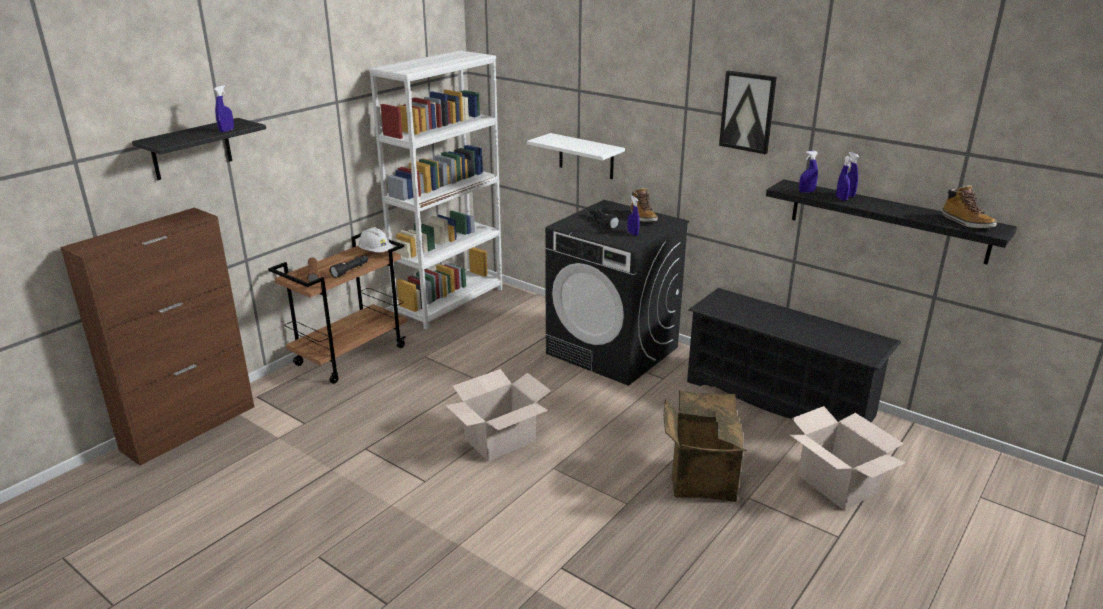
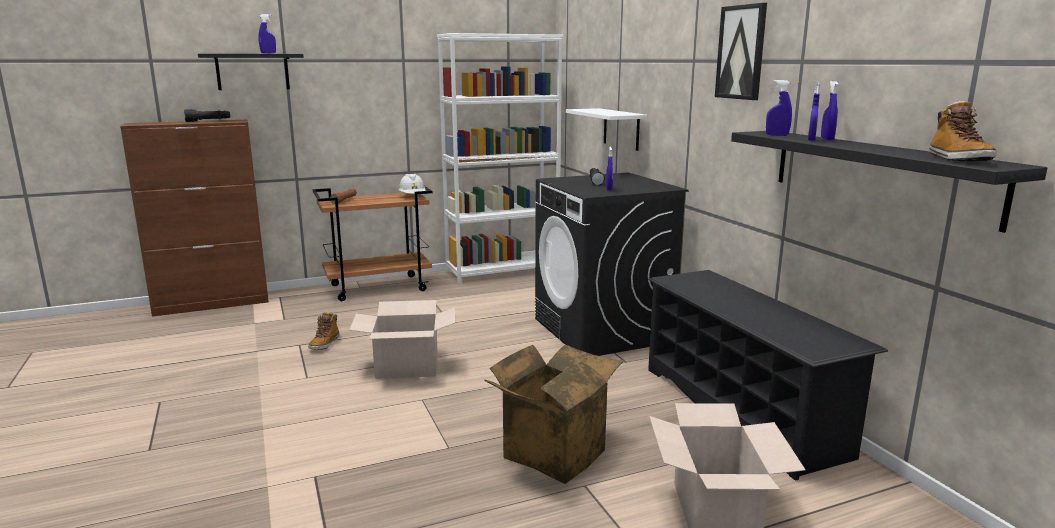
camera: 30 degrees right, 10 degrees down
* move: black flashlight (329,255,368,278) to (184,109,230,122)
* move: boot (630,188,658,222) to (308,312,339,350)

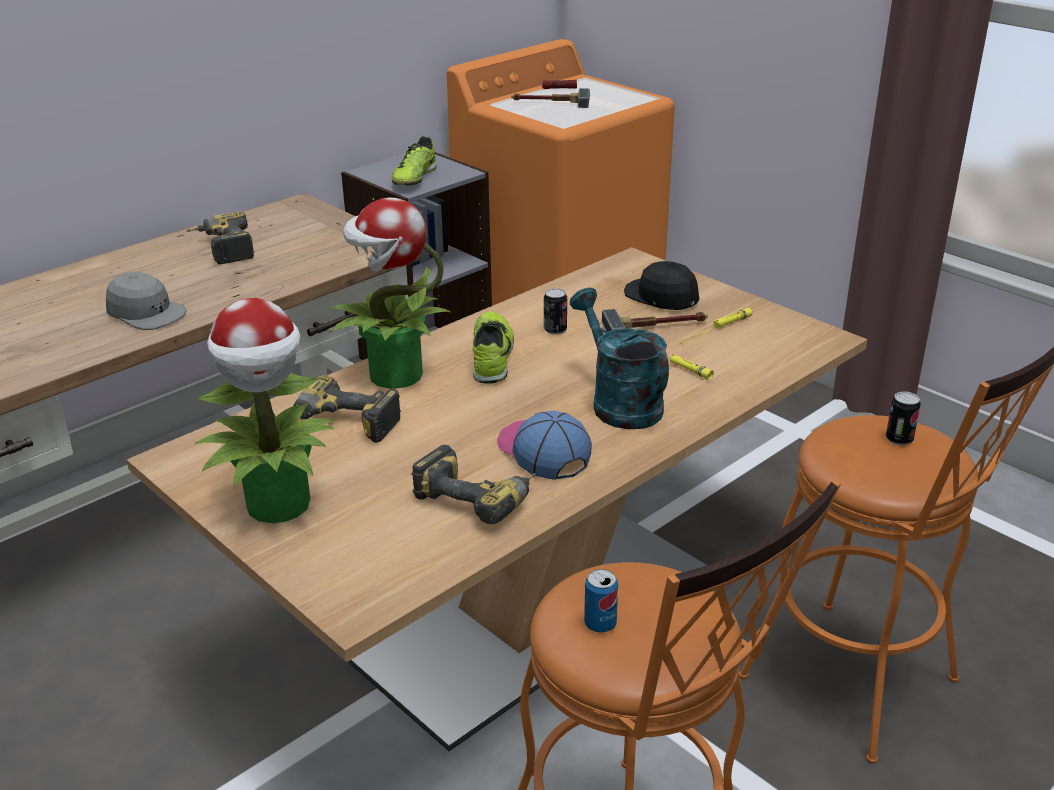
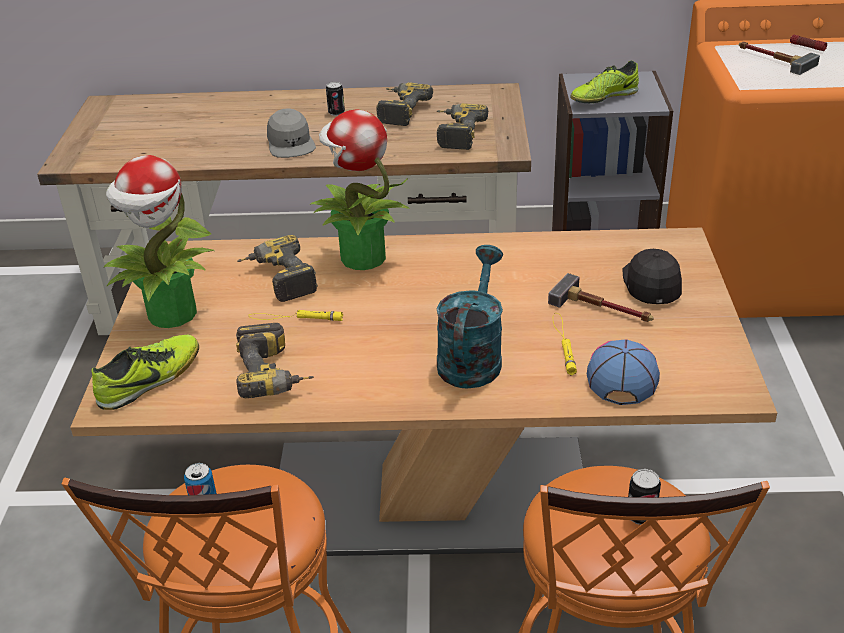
camera: 45 degrees right, 5 degrees up
* move: shoe (473,311,514,383) to (92,334,199,410)
* move: yellow flashlight (679,308,753,344) to (248,310,343,321)
* move: can (544,288,567,335) to (326,82,345,116)
* insert: power drill (437,103,488,150)
* move: cap (497,411,592,480) to (587,339,660,405)

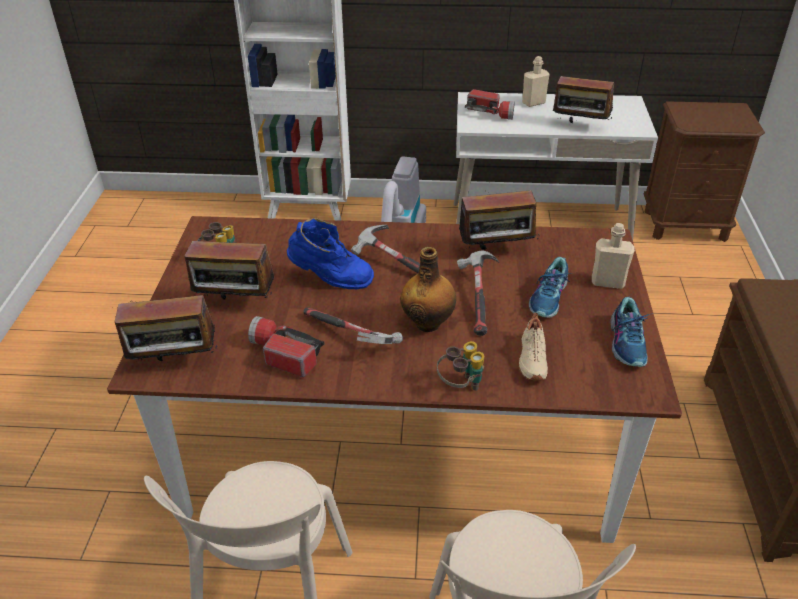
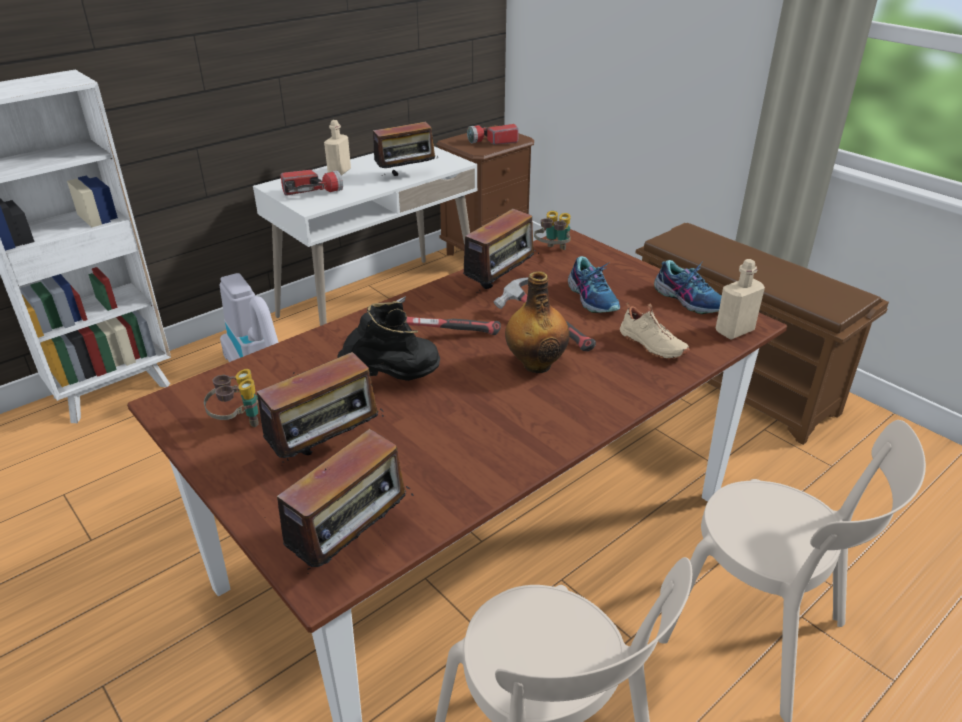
camera: 45 degrees left, 5 degrees down
* recolor: blue boot (287,218,374,289) to black boot (337,301,440,381)
* move: flashlight (248,316,325,377) to (467,124,519,145)
* move: binoculars (437,341,484,391) to (534,211,571,250)
* move: beige bottle (592,223,635,289) to (716,259,765,340)
* delete: hammer (303,307,403,344)

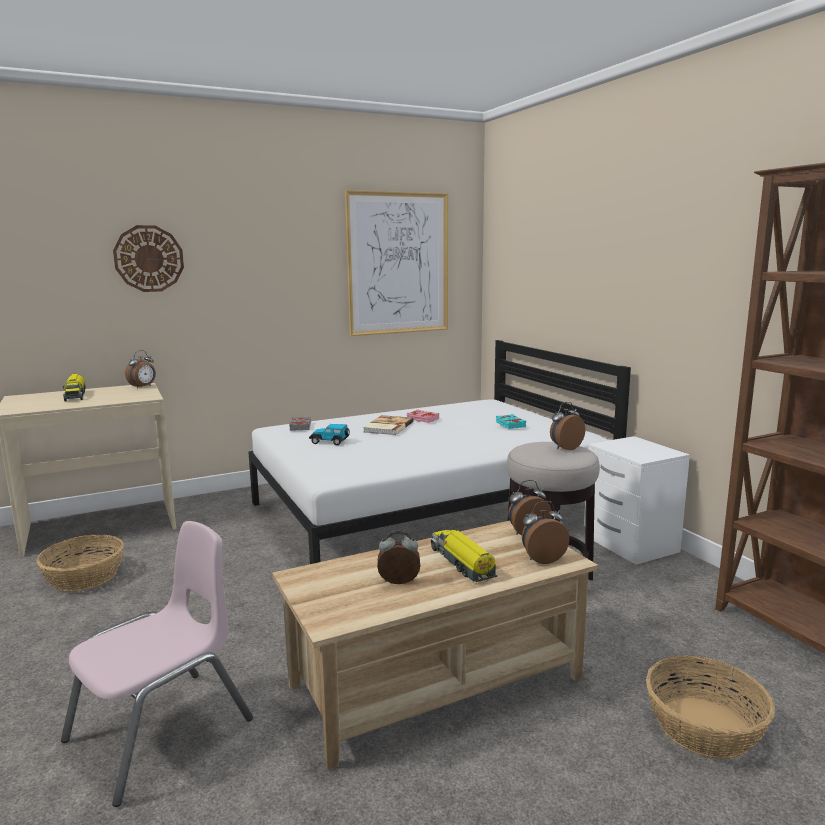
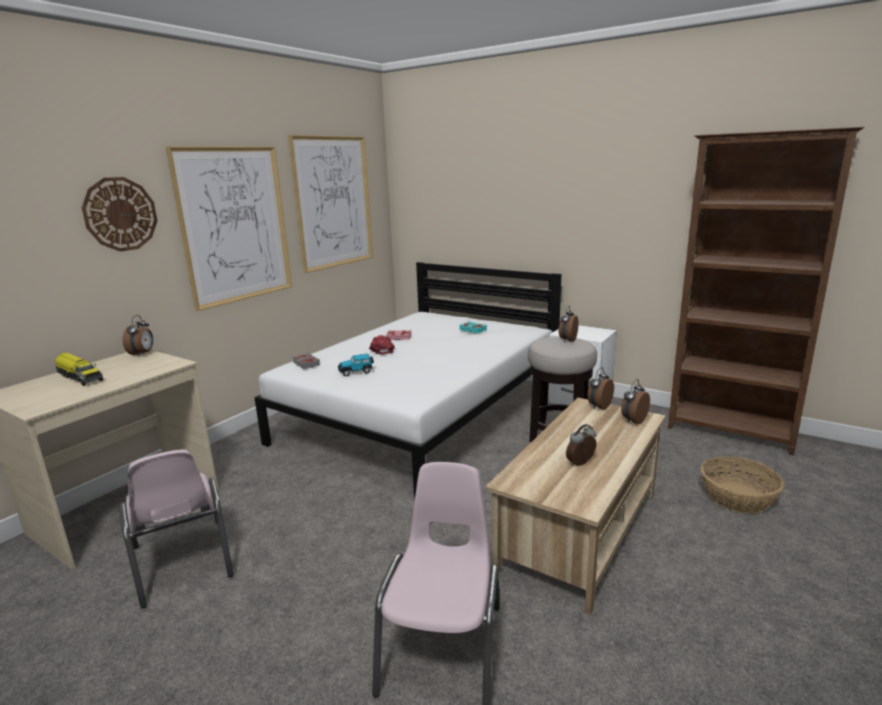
camera: 30 degrees left, 5 degrees up
* replace: basket (36,535,124,591) to pink chair (119,450,234,609)
* insert: picture (166,146,292,311)
* replace: book (363,415,414,435) to red cap (369,335,395,355)
* delete: toy truck (431,530,497,582)

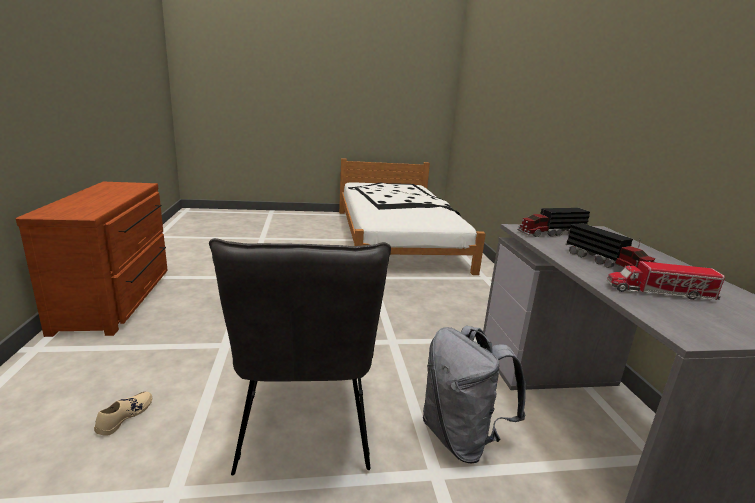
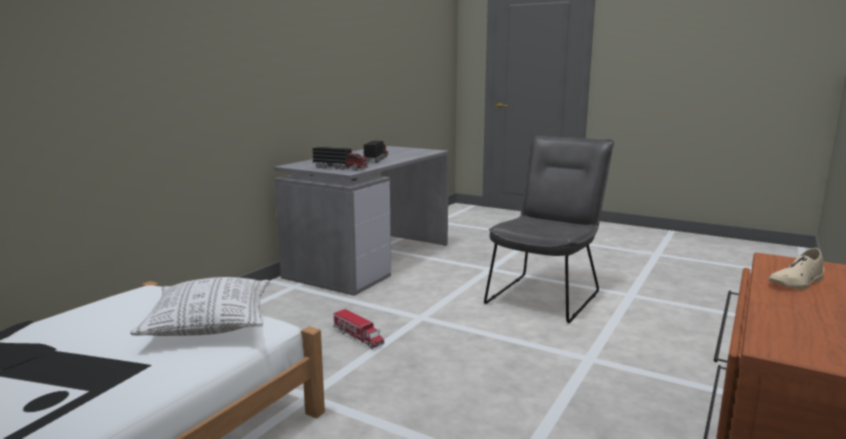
camera: 140 degrees left, 5 degrees down
* insert: pillow (130,277,270,336)
* move: toy truck (607,260,725,300) to (333,309,384,349)
* move: beige shoe (94,392,152,436) to (768,248,824,289)
* delete: grey backpack (423,326,526,463)

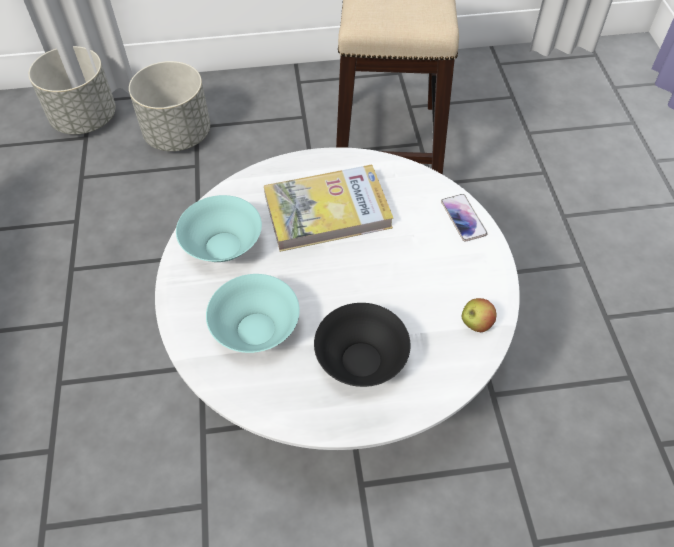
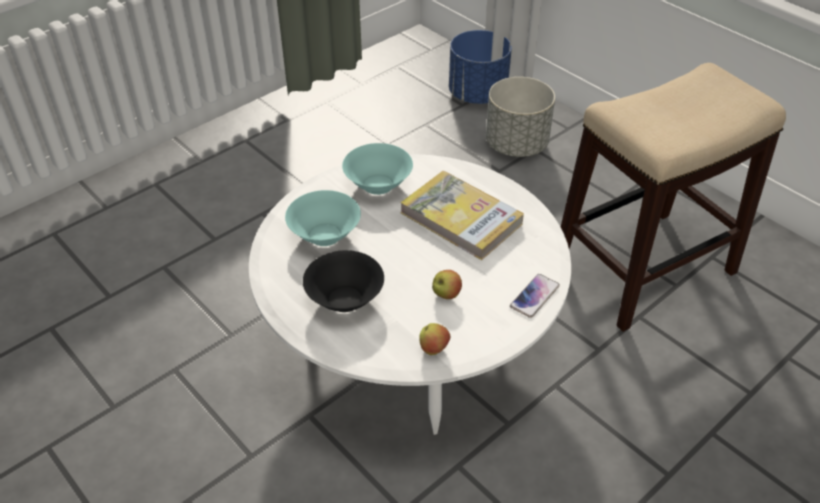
camera: 55 degrees right, 10 degrees down
* insert: apple (432,270,462,299)
* recolor: grey planter (29,46,116,135) to blue planter (449,30,512,104)

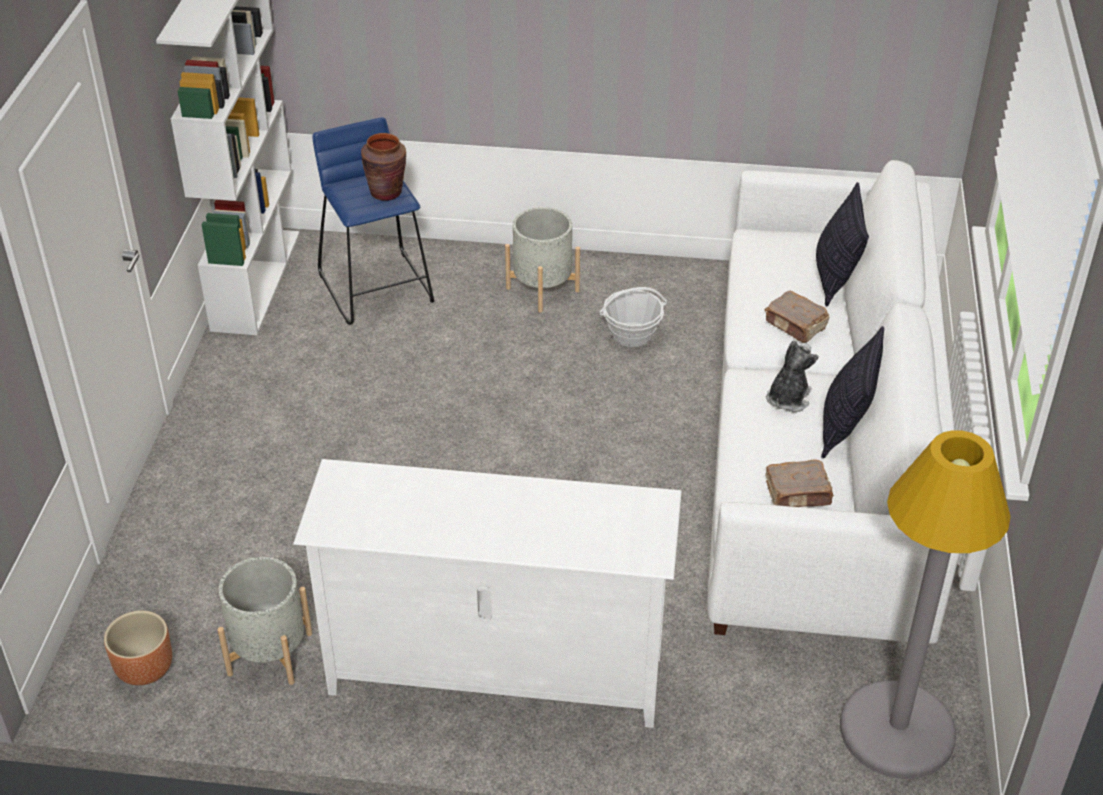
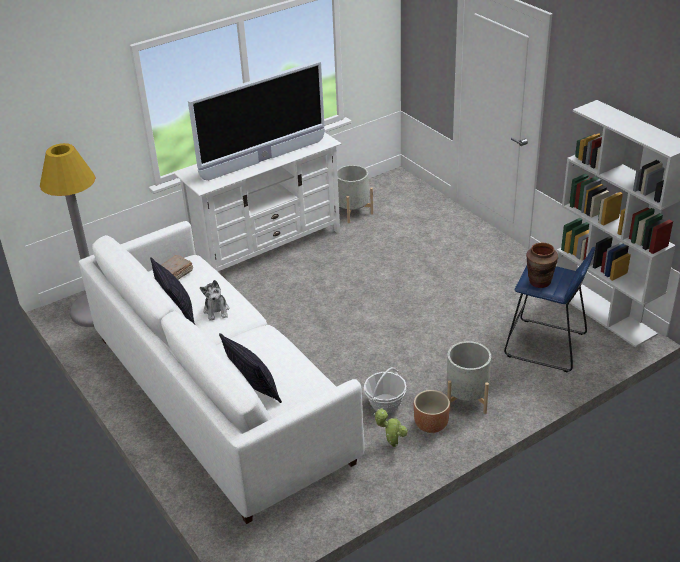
camera: 140 degrees right, 5 degrees down
* insert: television (188,60,325,180)
* insert: potted plant (374,408,408,447)
* move: brown planter (104,610,172,685) to (414,390,450,433)
* delete: brown book (765,291,829,343)

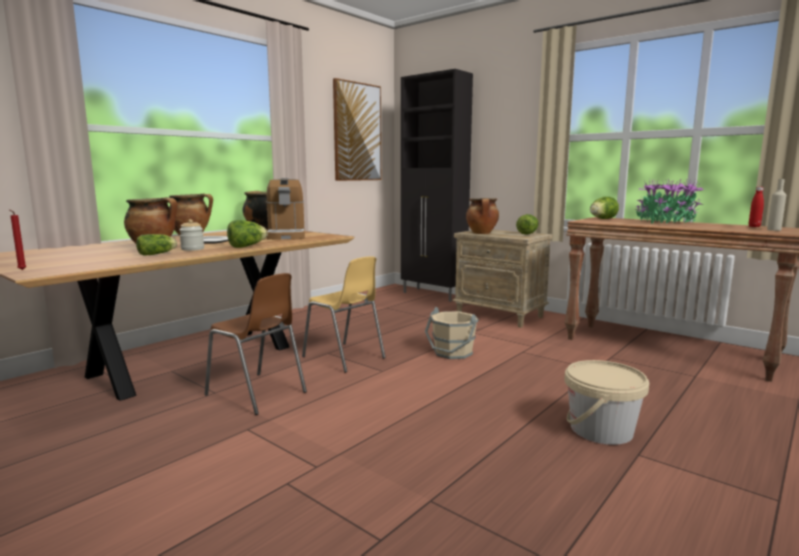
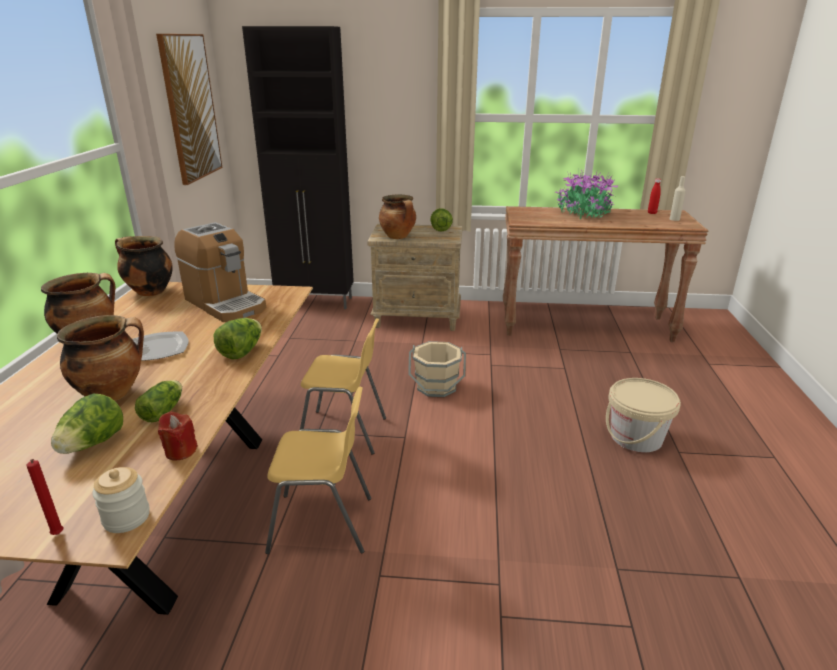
camera: 35 degrees left, 15 degrees up
* move: lettuce (590,197,619,219) to (51,394,123,454)
* move: jar (179,219,204,251) to (92,467,150,533)
* insert: red candle (158,411,198,461)
* recolor: brown chair (205,273,307,415) to yellow chair (265,387,371,554)

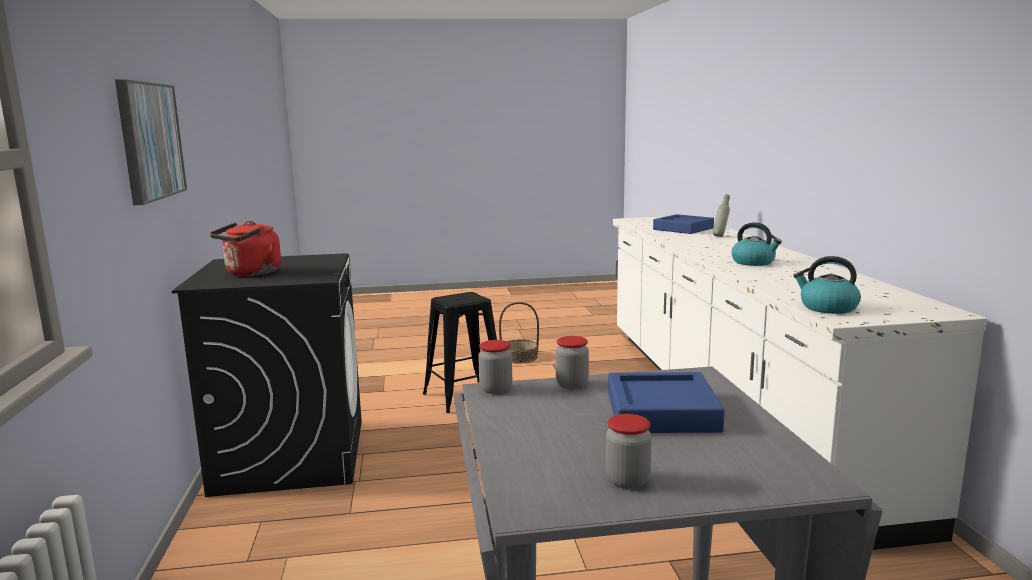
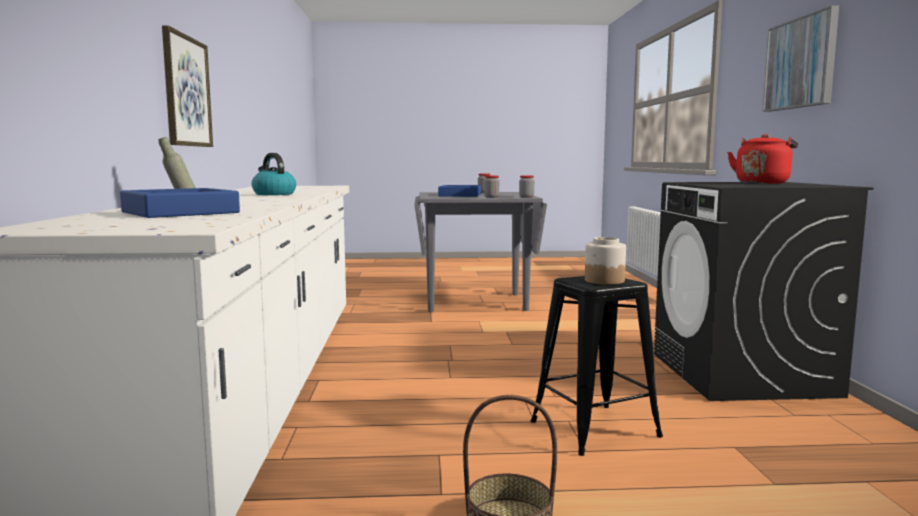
camera: 175 degrees left, 5 degrees down
* insert: picture (162,25,213,147)
* insert: jar (585,237,626,285)
* delete: kettle (793,256,861,314)

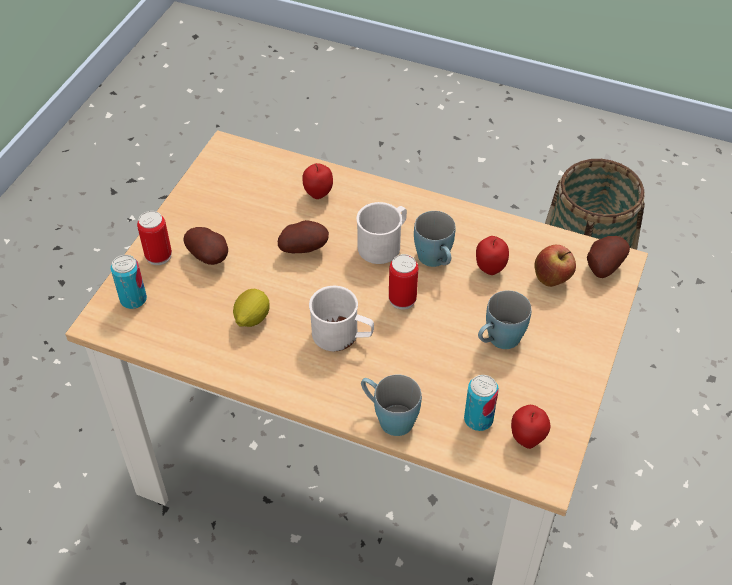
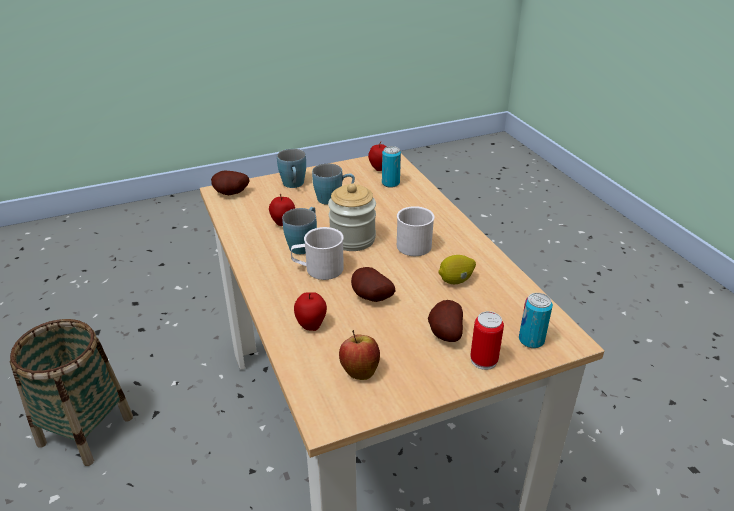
camera: 135 degrees left, 15 degrees down
* move: blue mug (361,375,422,436) to (277,149,306,188)
* replace: can (389,254,418,310) to jar (328,183,376,251)
* move: apple (534,245,576,287) to (339,330,380,380)

